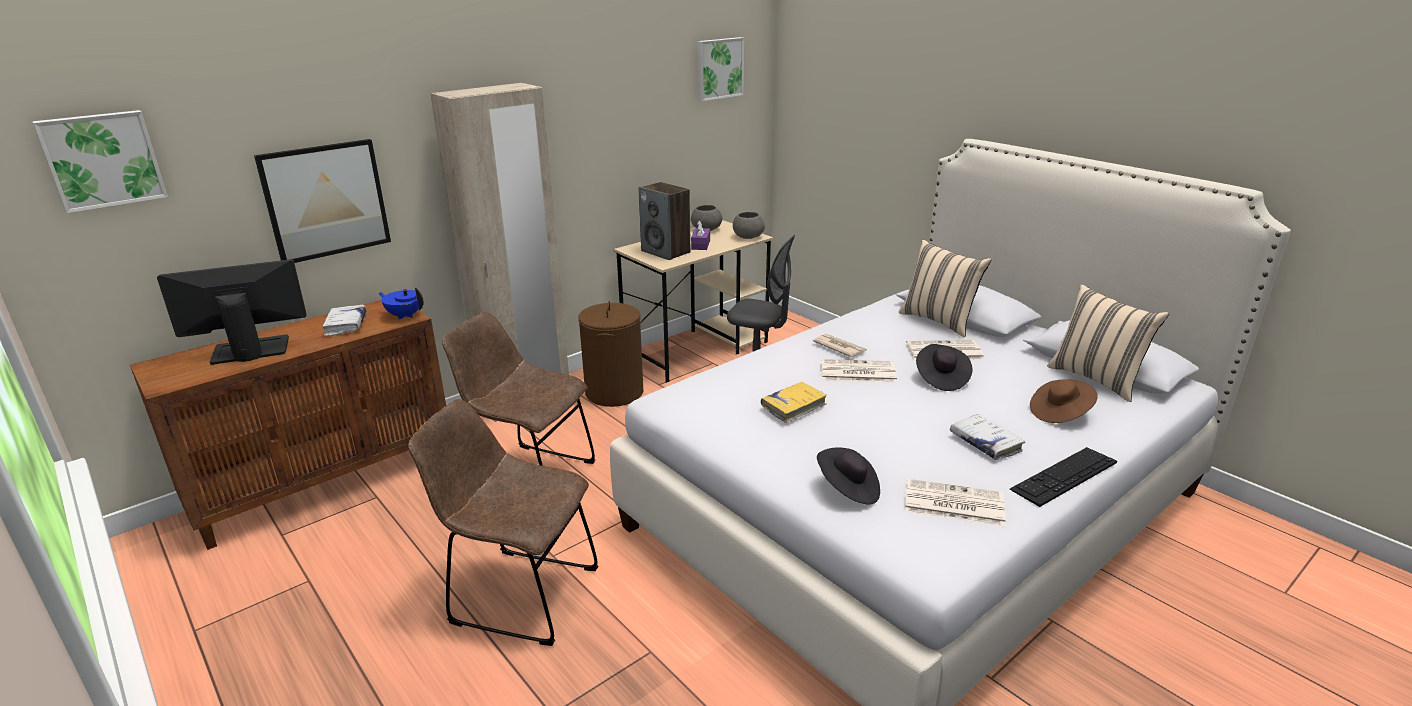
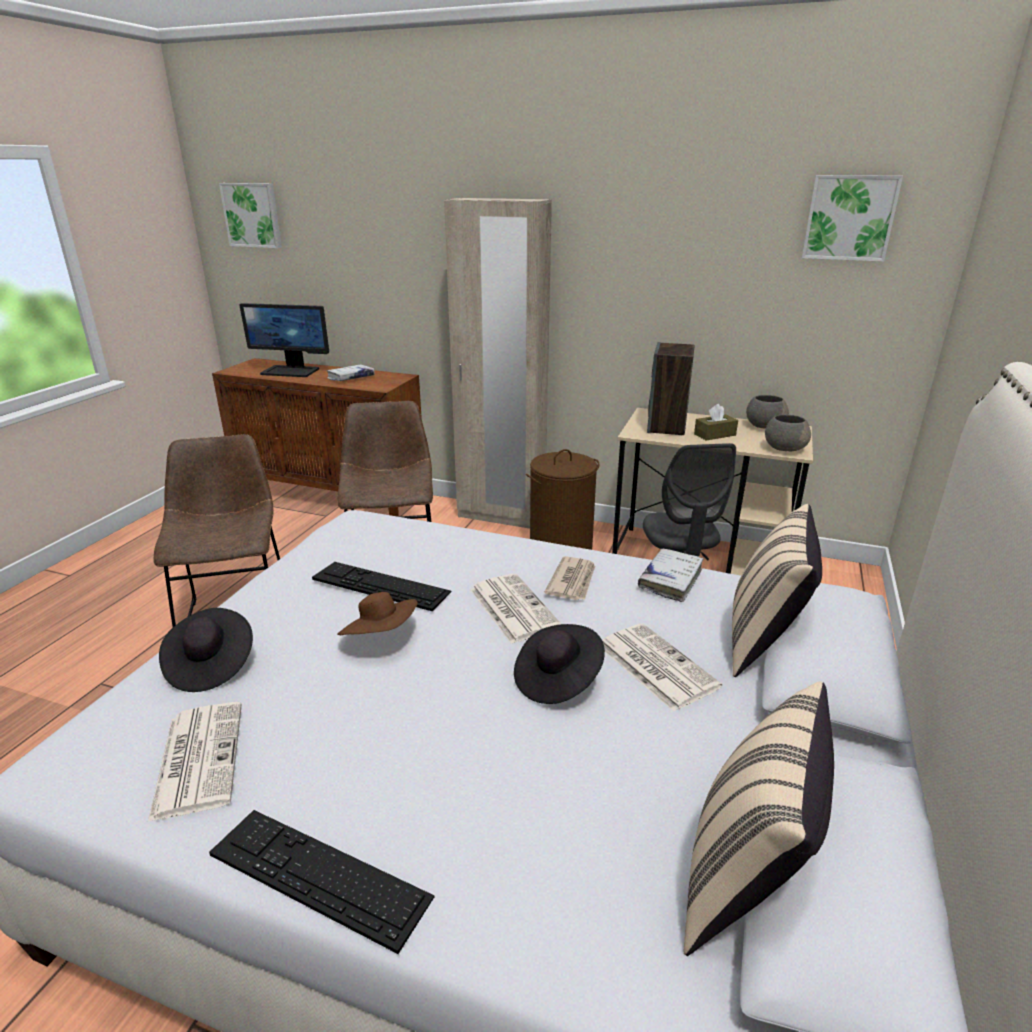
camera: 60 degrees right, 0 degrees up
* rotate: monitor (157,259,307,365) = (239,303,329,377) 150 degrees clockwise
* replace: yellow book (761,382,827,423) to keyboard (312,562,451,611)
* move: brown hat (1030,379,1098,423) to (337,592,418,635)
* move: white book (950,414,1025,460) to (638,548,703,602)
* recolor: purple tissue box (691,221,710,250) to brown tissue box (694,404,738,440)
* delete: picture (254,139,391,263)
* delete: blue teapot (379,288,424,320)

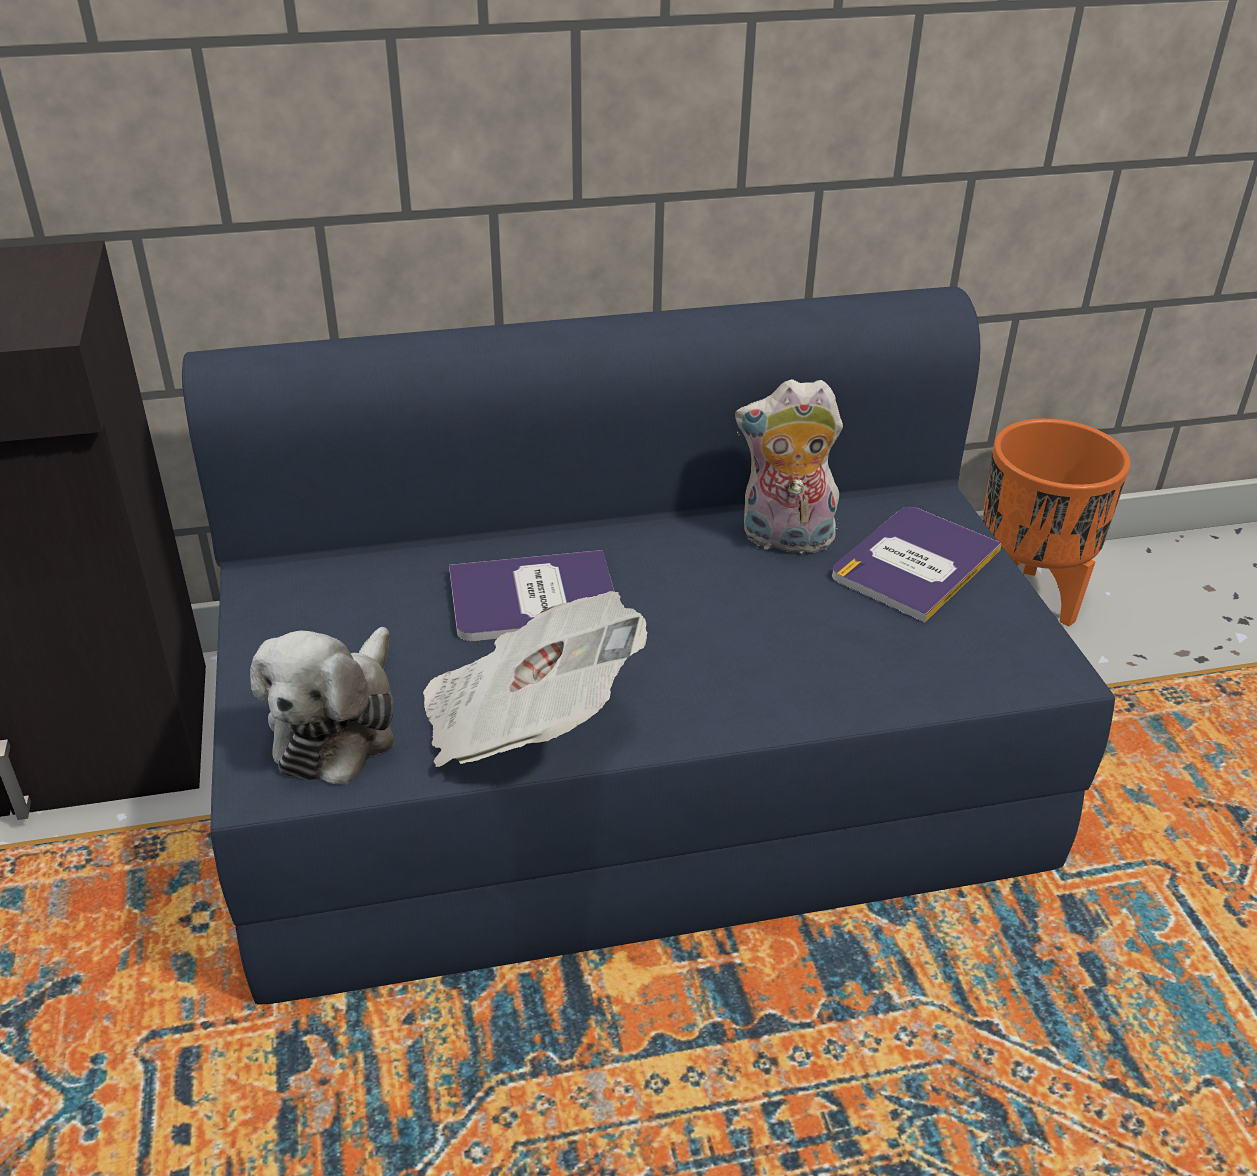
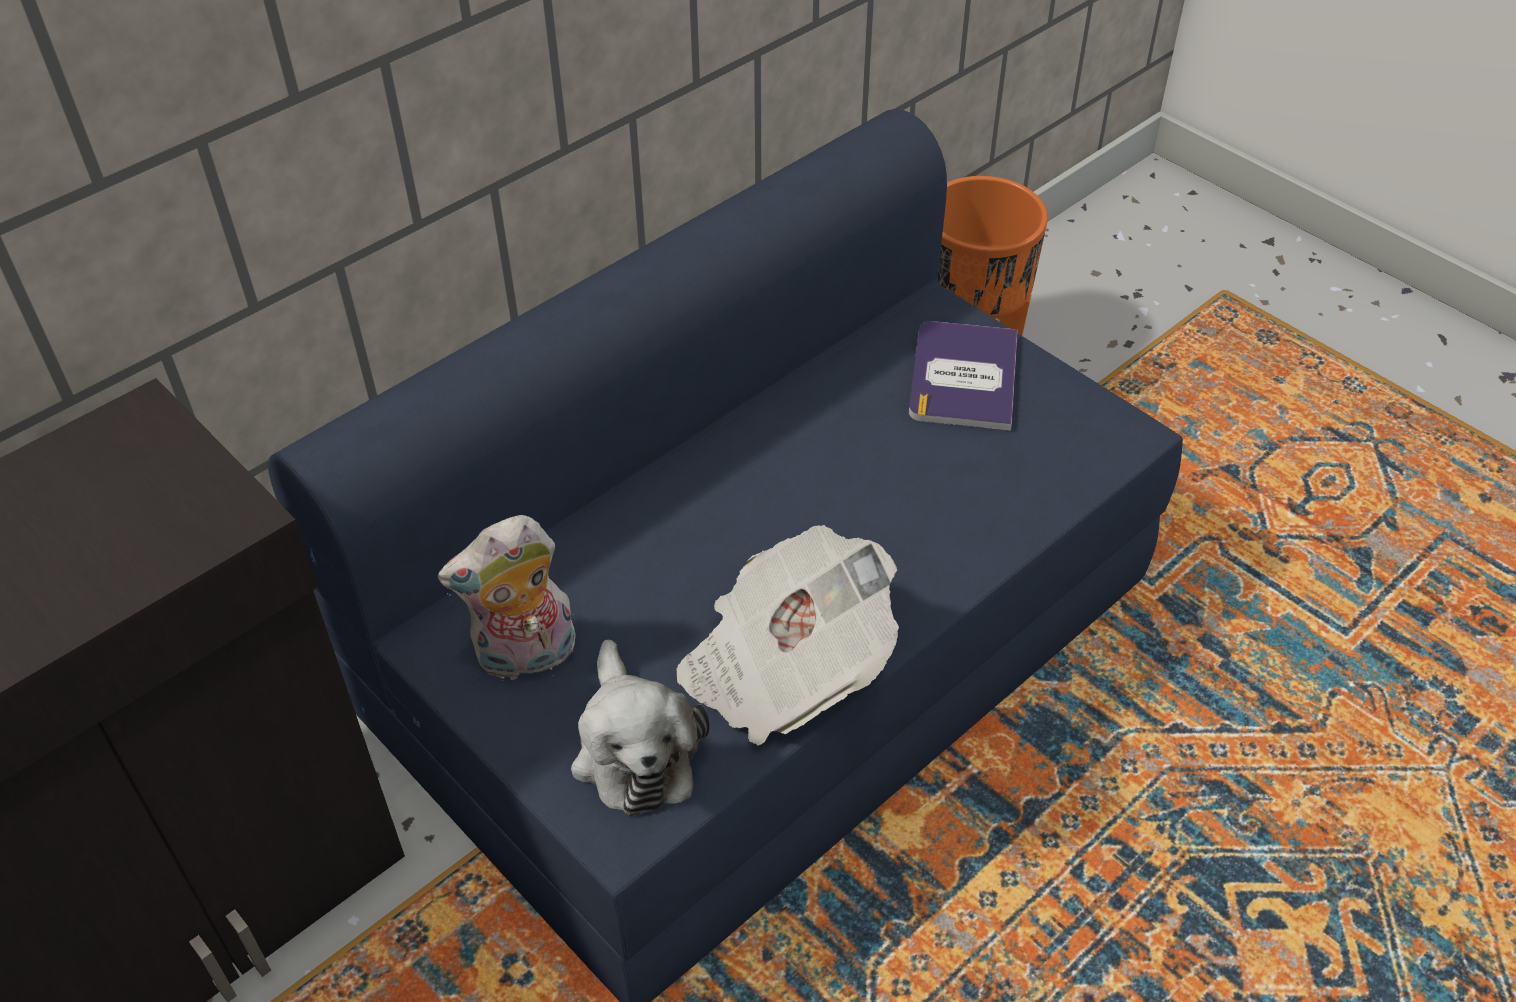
camera: 30 degrees left, 10 degrees up
* move: plush toy (735,379,843,554) to (438,515,575,680)
* delete: book (449,550,614,642)

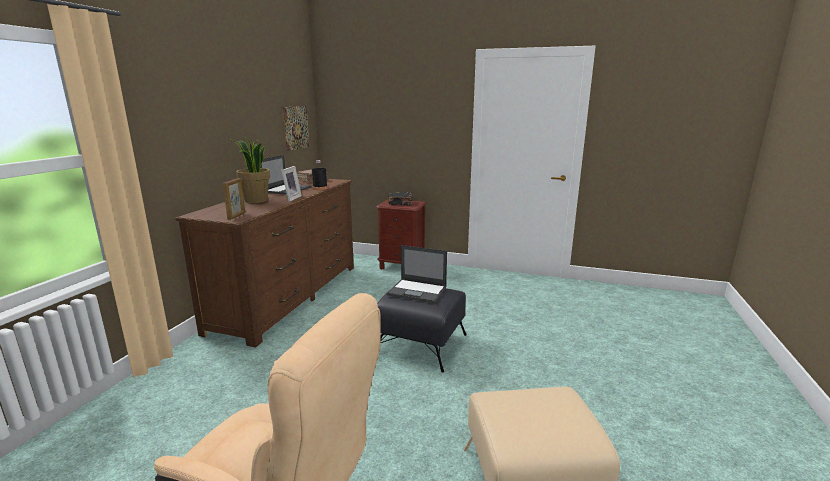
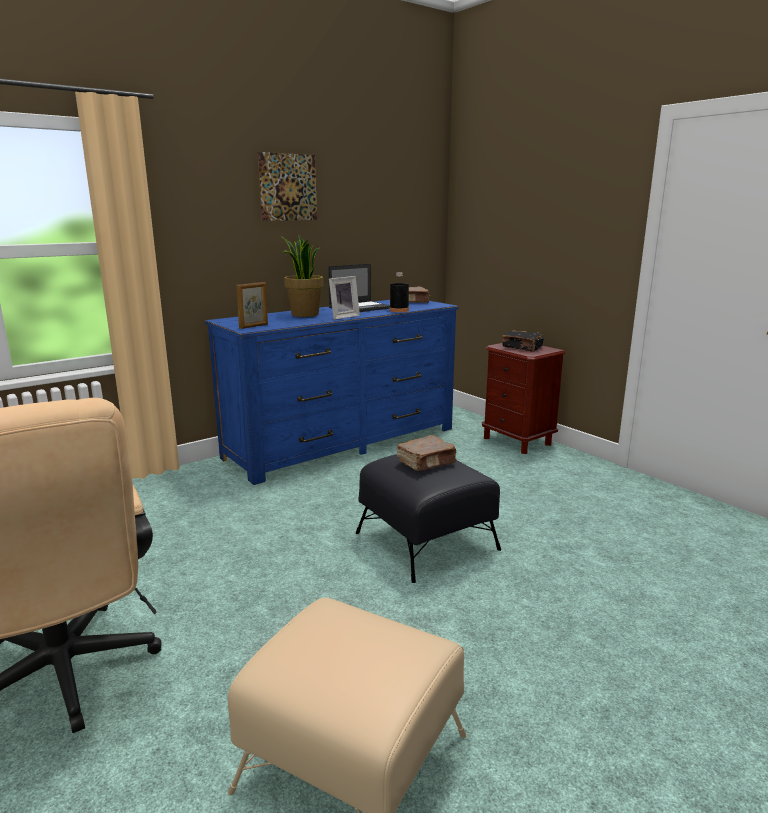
camera: 35 degrees right, 0 degrees up
* recolor: brown dresser (175,179,354,347) to blue dresser (205,300,459,485)
* move: picture (283,106,309,151) to (258,152,317,221)
* replace: laptop (387,245,447,303) to brown book (397,435,457,471)

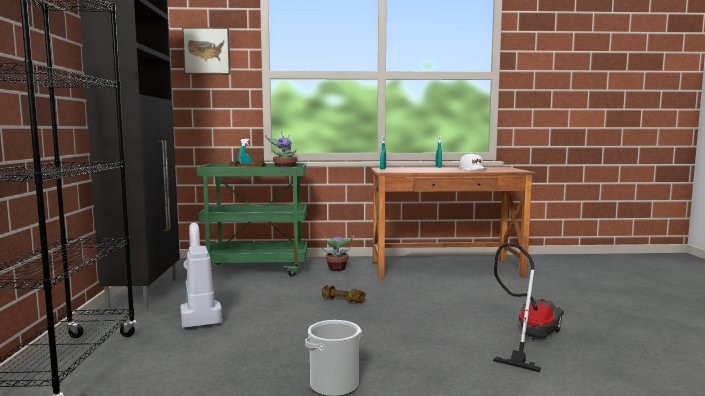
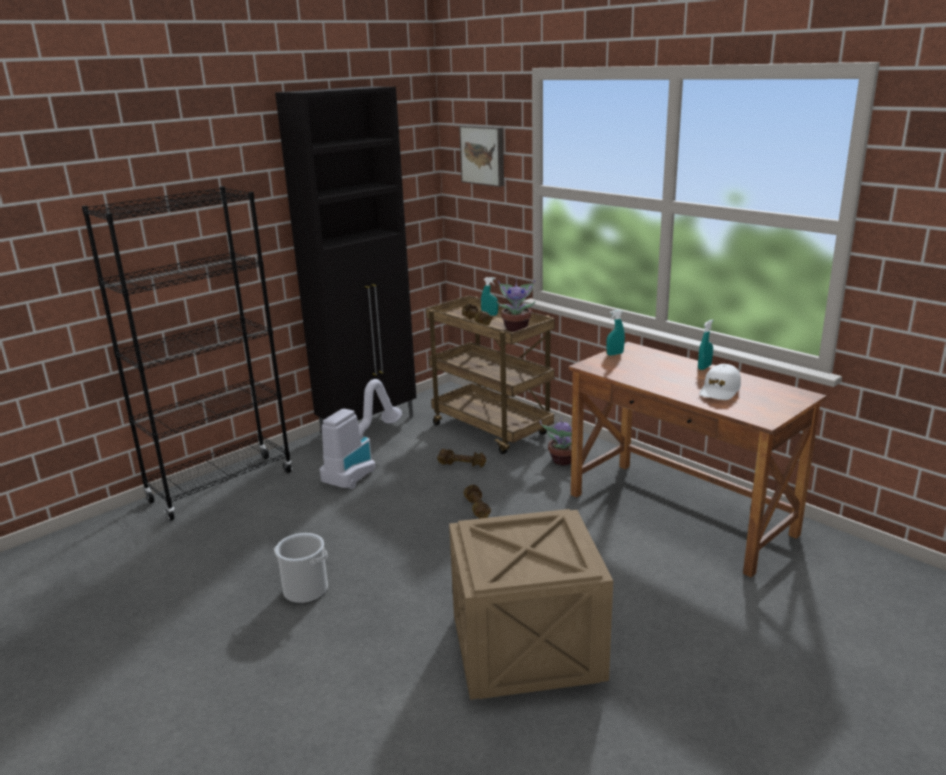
camera: 50 degrees right, 15 degrees up
* recolor: green cart (196,163,307,277) to brown cart (426,295,555,454)
* insert: brown dumbbell (437,449,486,467)
* replace: vacuum cleaner (493,243,564,373) to crate (449,509,613,700)

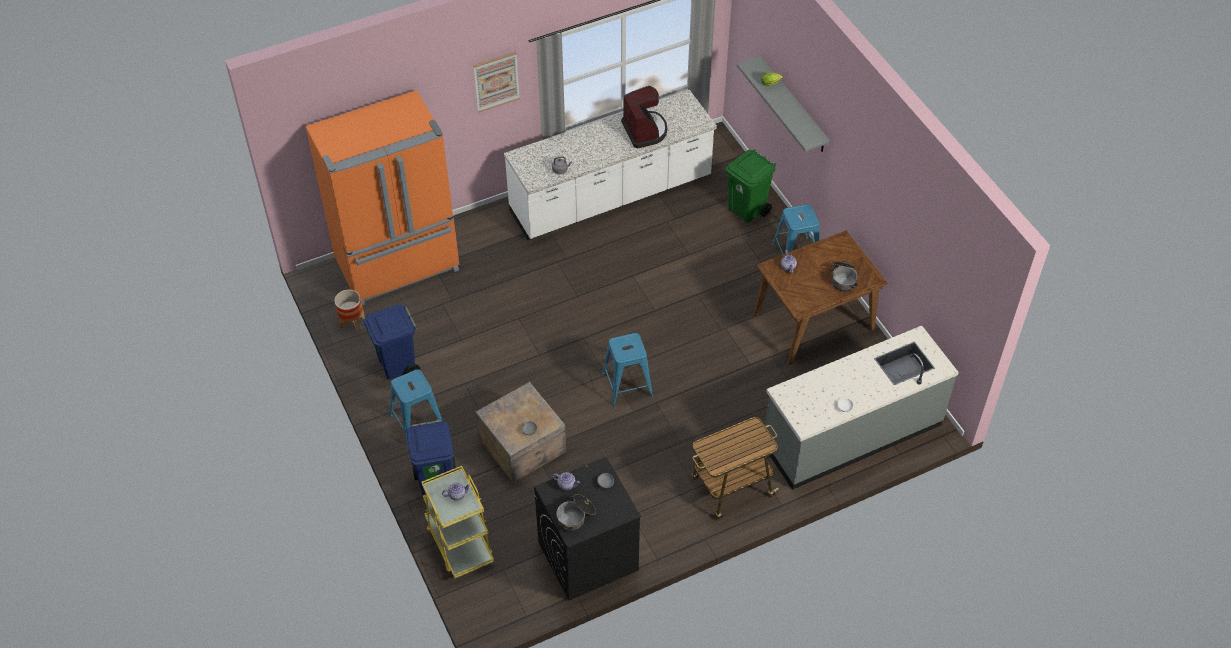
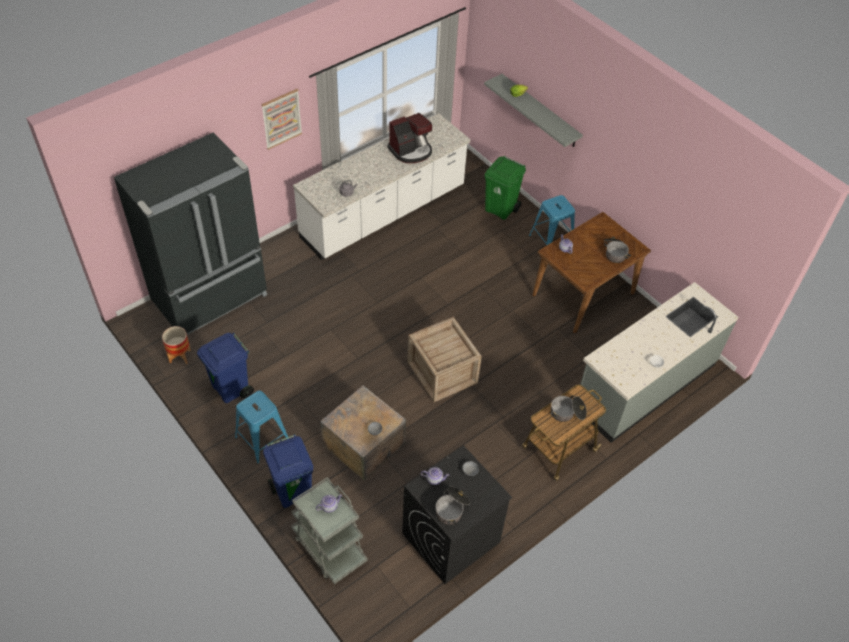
camera: 15 degrees left, 0 degrees up
* recolor: orange fridge (306,90,459,305) to black fridge (114,132,267,337)
* recolor: yellow cart (421,466,494,578) to grey cart (291,477,368,584)
* rotate: coffee machine (621,86,667,148) = (388,113,432,163) 90 degrees clockwise
* replace: blue stool (602,333,653,406) to crate (407,317,482,402)
* insert: cooking pot (551,395,587,422)

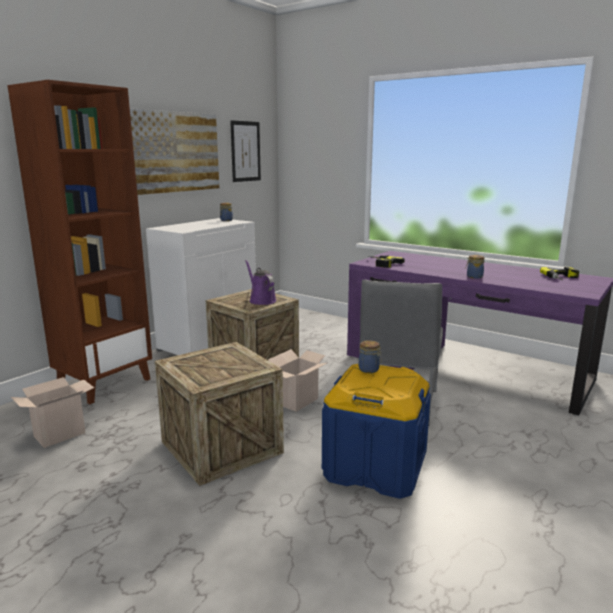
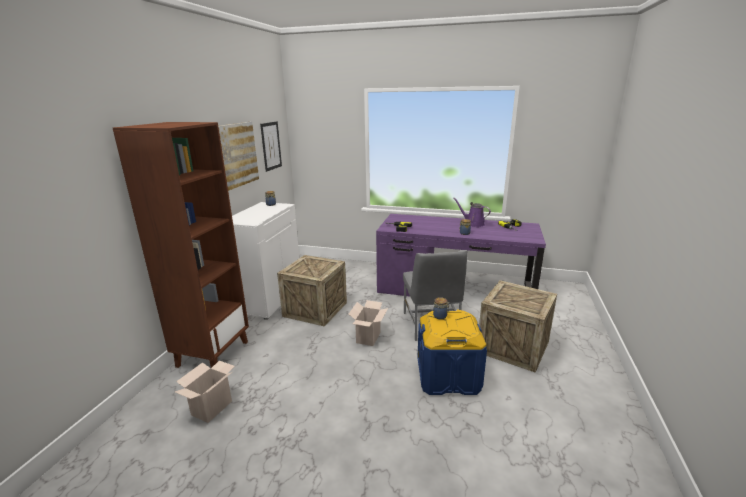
camera: 20 degrees left, 5 degrees up
* move: purple watering can (245,260,276,305) to (453,197,491,227)
* move: crate (155,342,284,486) to (479,280,557,373)

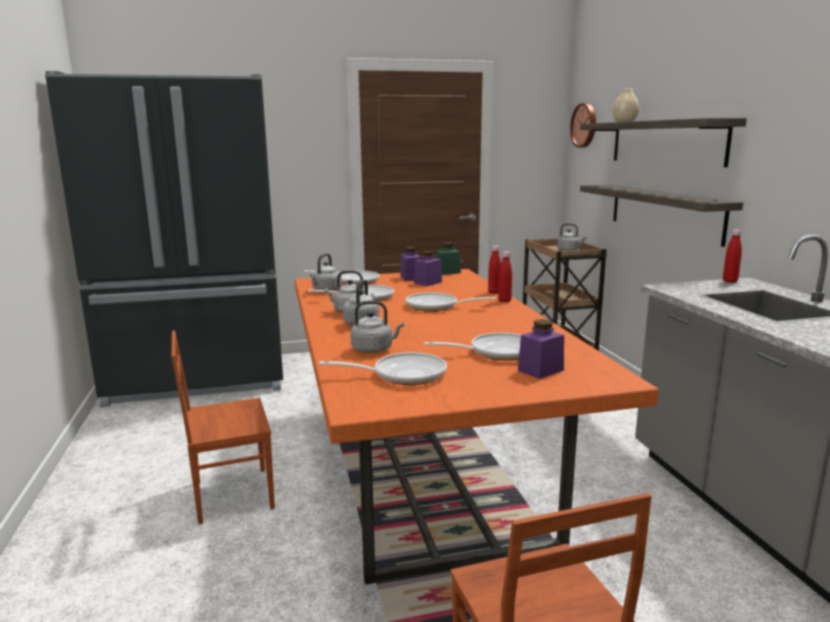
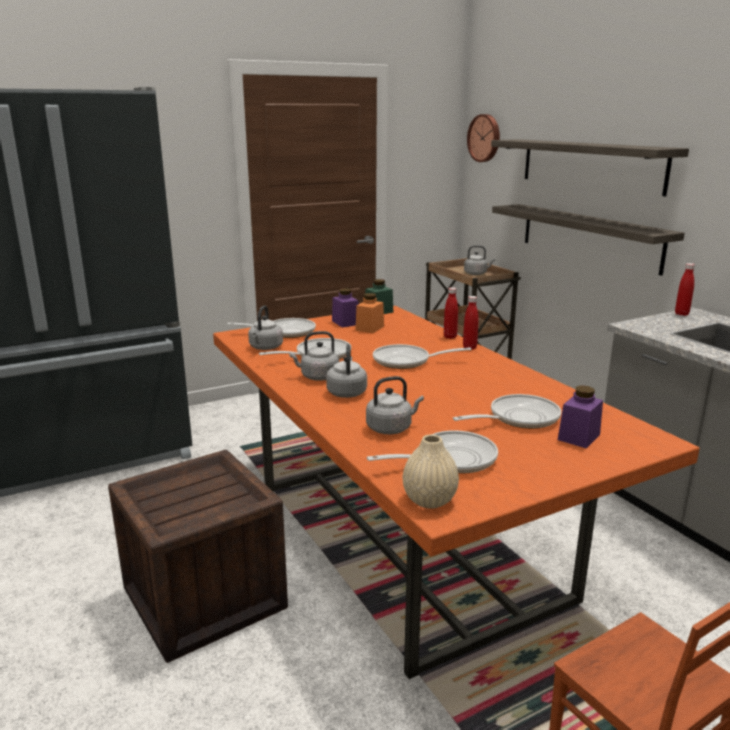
camera: 15 degrees left, 5 degrees up
* replace: brown chair (171,330,275,524) to crate (108,450,288,663)
* recolor: purple jar (414,251,442,286) to orange jar (355,293,384,333)
* move: beige vase (612,88,639,122) to (403,434,459,509)

